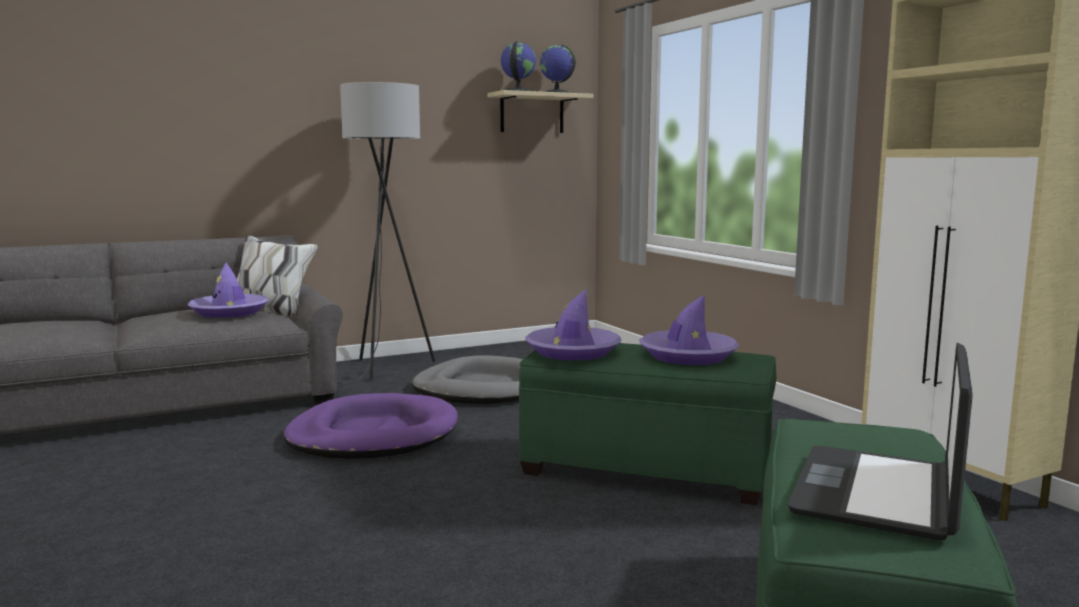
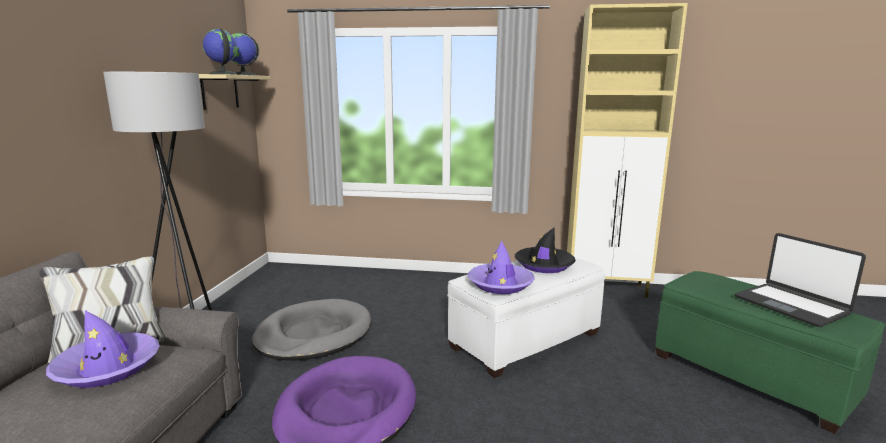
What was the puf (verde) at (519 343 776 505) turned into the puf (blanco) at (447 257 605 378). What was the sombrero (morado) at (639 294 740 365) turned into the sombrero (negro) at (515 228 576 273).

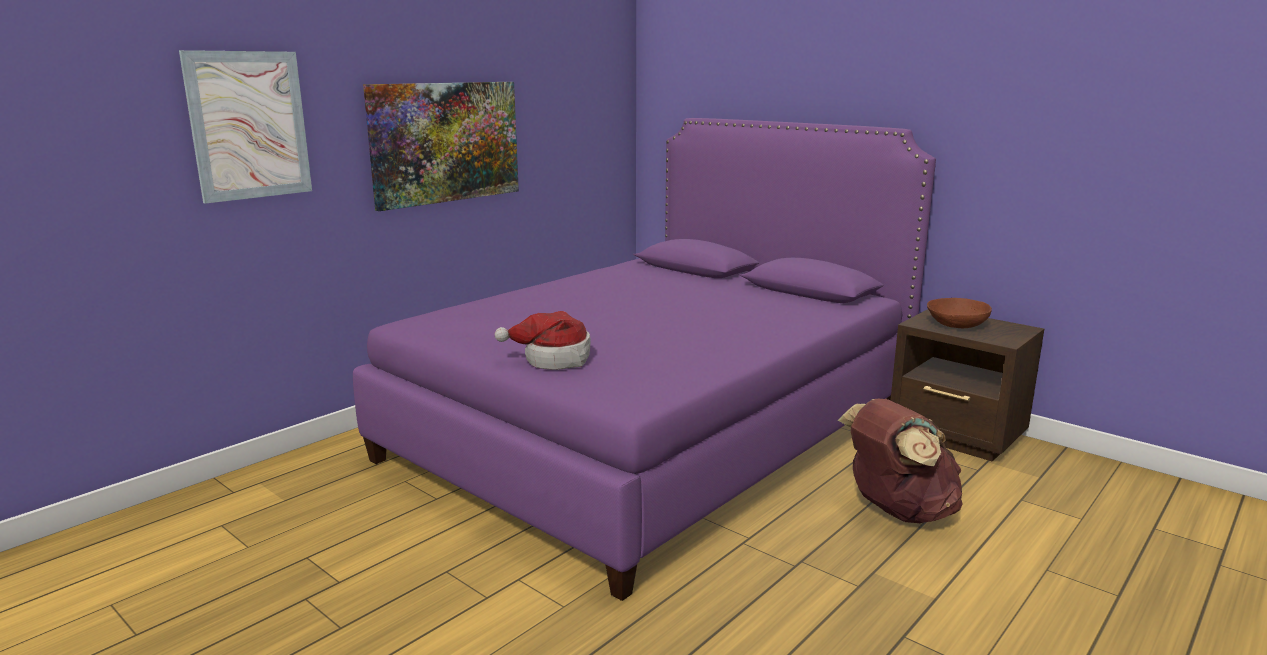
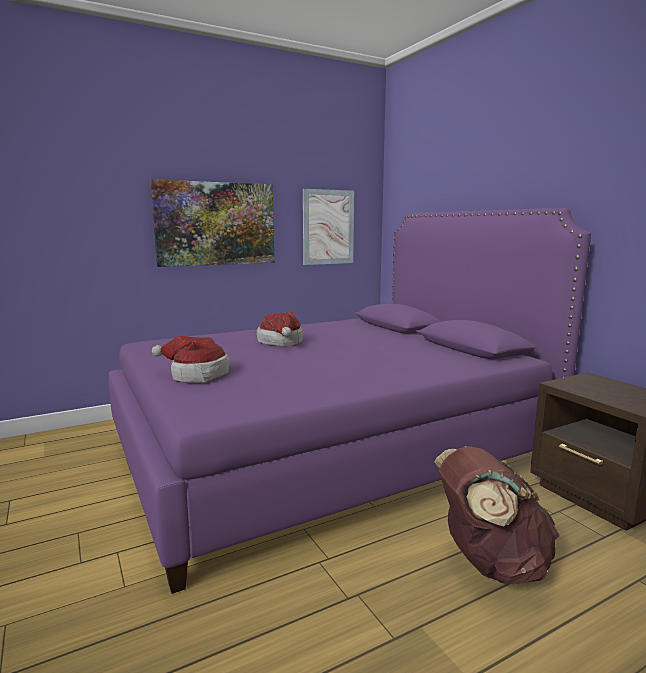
The cuadro ended up elsewhere, having gone from (179 50 312 204) to (303 189 354 265). The second view lost the cuenco (marrón) at (927 298 992 328). The second view gained the sombrero at (257 312 303 346).

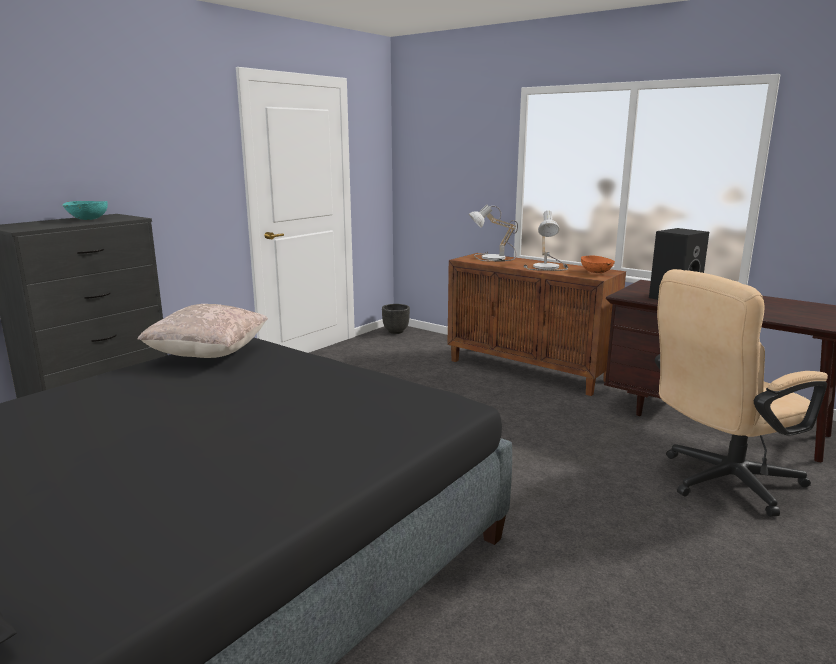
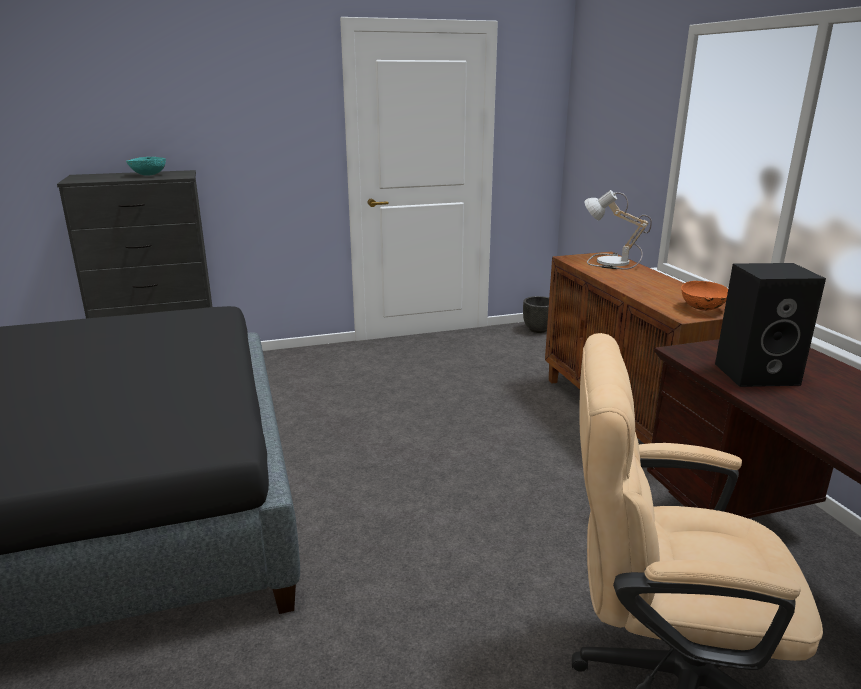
The second view lost the cojín (beis) at (137 304 268 358). The second view lost the lámpara de mesa at (524 211 568 271).

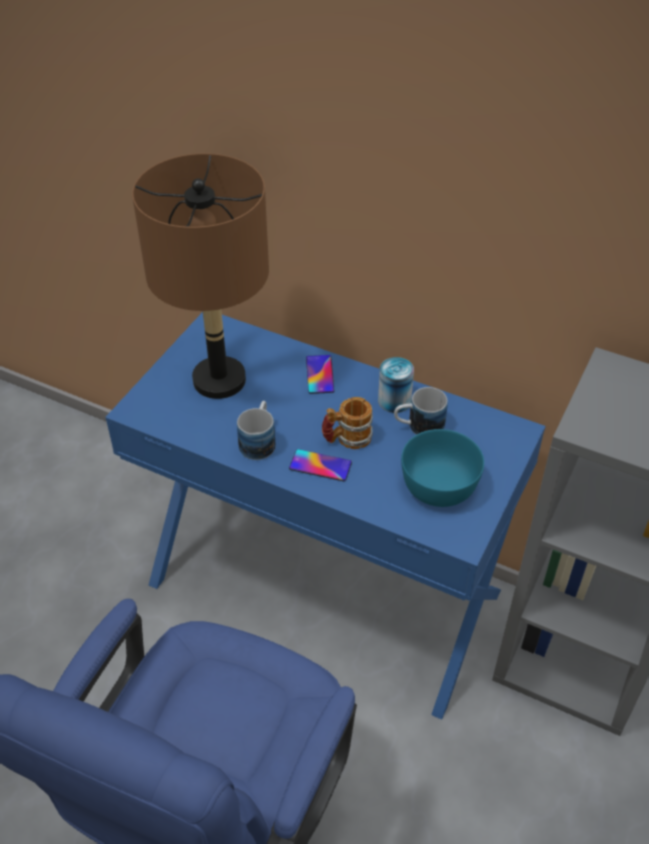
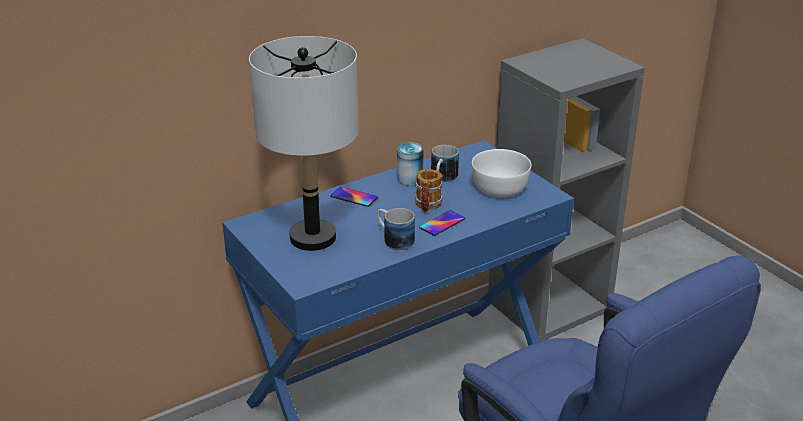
What was the lámpara de mesa (marrón) at (132 154 269 399) turned into the lámpara de mesa (gris) at (249 36 359 251). What was the cuenco (turquesa) at (401 429 484 507) turned into the cuenco (blanco) at (472 149 531 197).

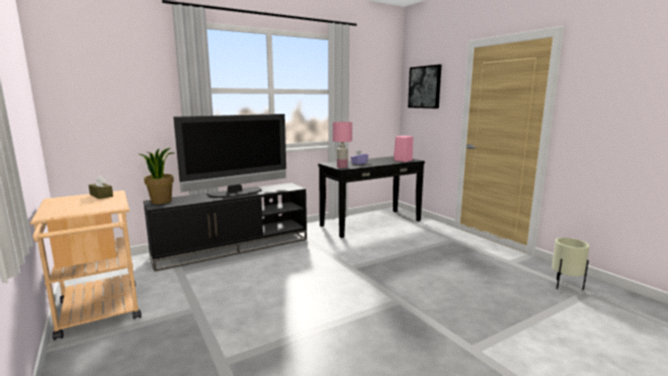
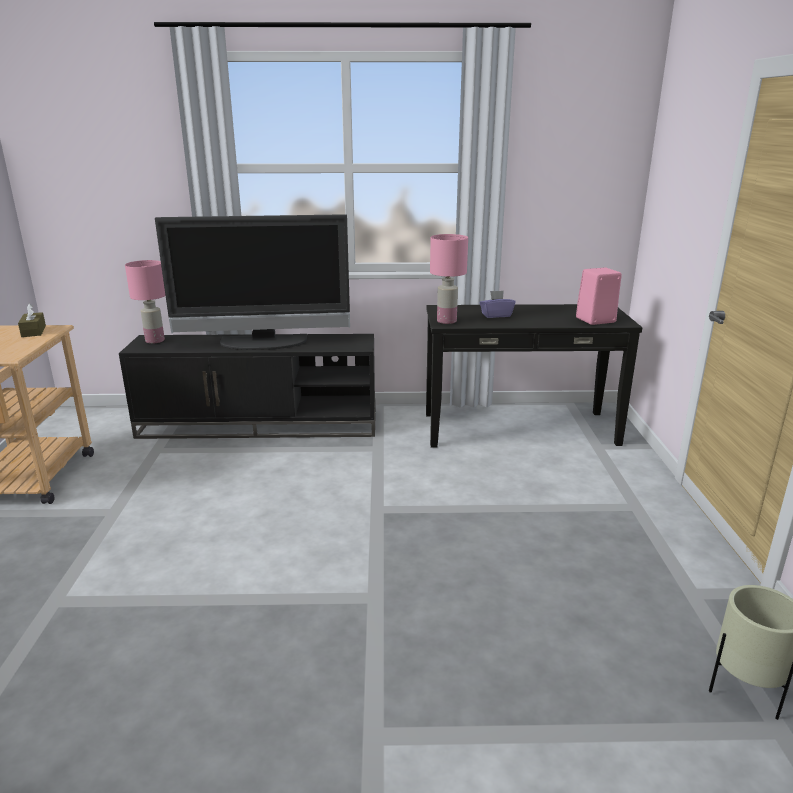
Where the planta en maceta stood at (139 148 175 204), the lámpara de mesa (rosa) came to stand at (125 260 166 344). The second view lost the cuadro at (408 64 441 108).

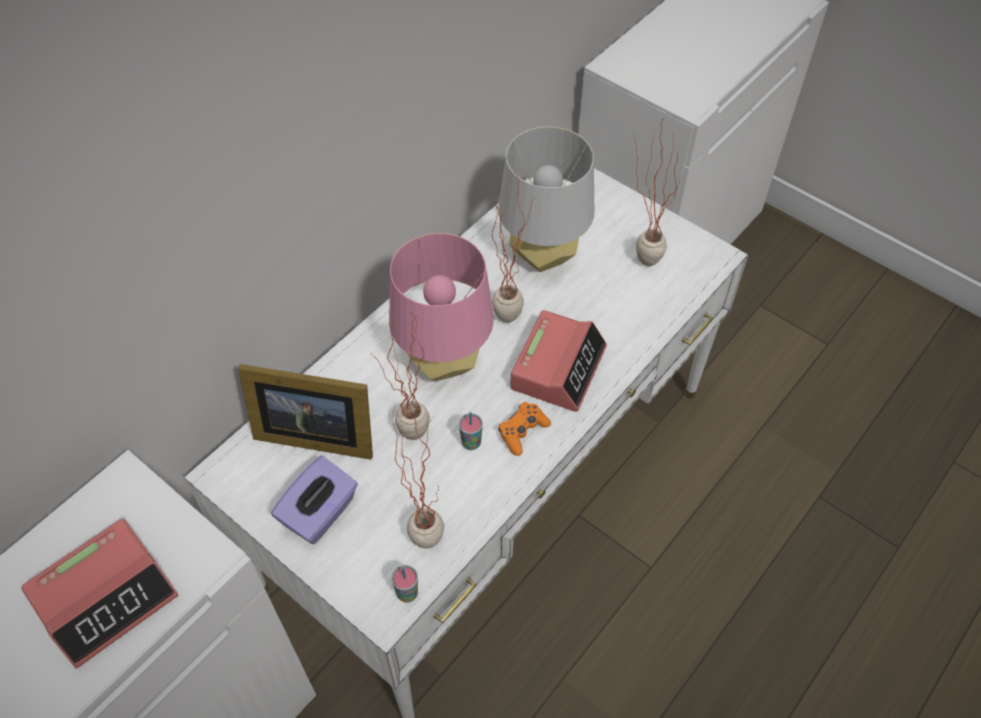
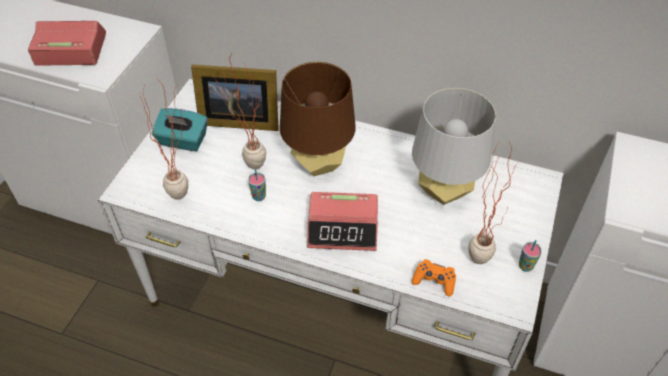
The despertador at (21 519 178 669) ended up facing another way, 150 degrees clockwise from before. The portarretratos at (238 364 373 460) ended up facing another way, 75 degrees counterclockwise from before. What was the caja de pañuelos (morado) at (271 456 358 544) turned into the caja de pañuelos (turquesa) at (151 108 208 151). What was the lámpara de mesa (rosa) at (389 233 494 381) turned into the lámpara de mesa (marrón) at (280 62 356 176). The taza ended up elsewhere, having gone from (391 565 418 603) to (519 240 542 272). The second view lost the planta en maceta at (492 169 538 323). The mando de consola (naranja) ended up elsewhere, having gone from (499 402 551 456) to (412 259 456 297).

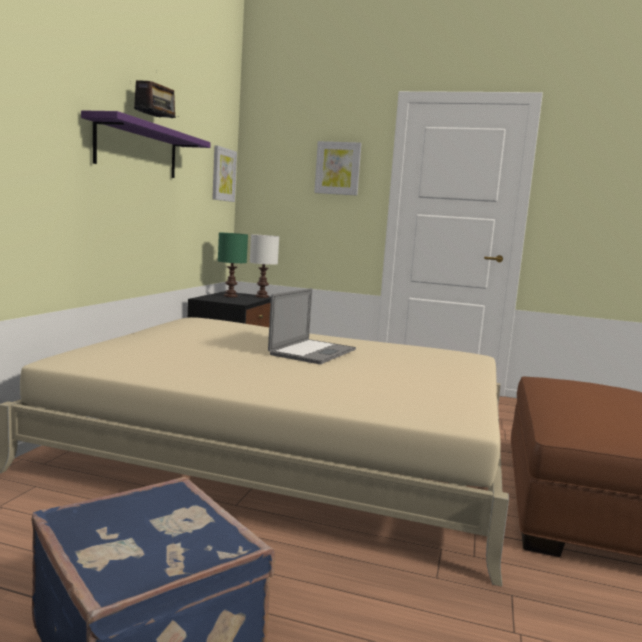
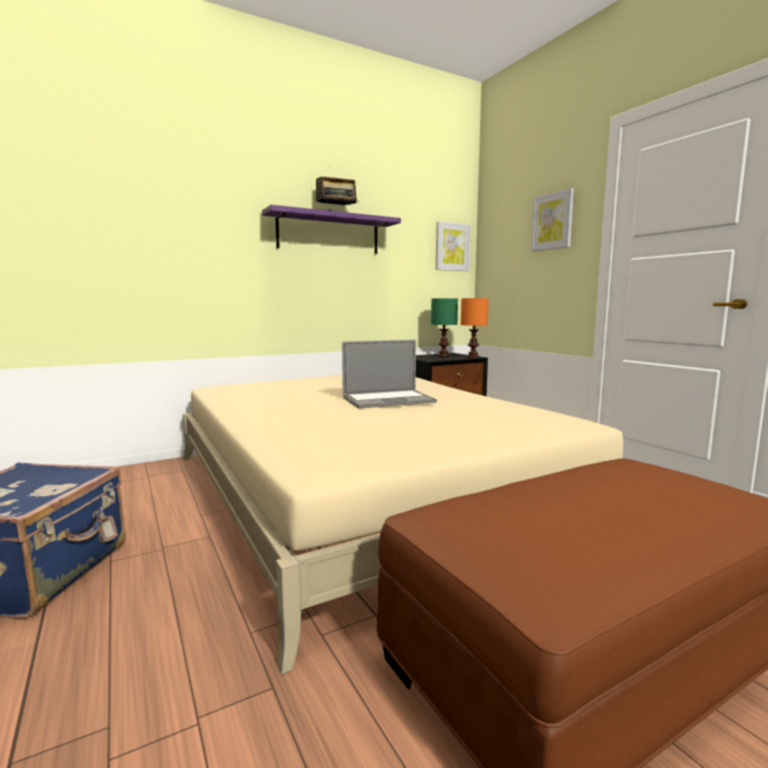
What was the lámpara de mesa (blanco) at (250 234 279 298) turned into the lámpara de mesa (naranja) at (461 298 489 358).

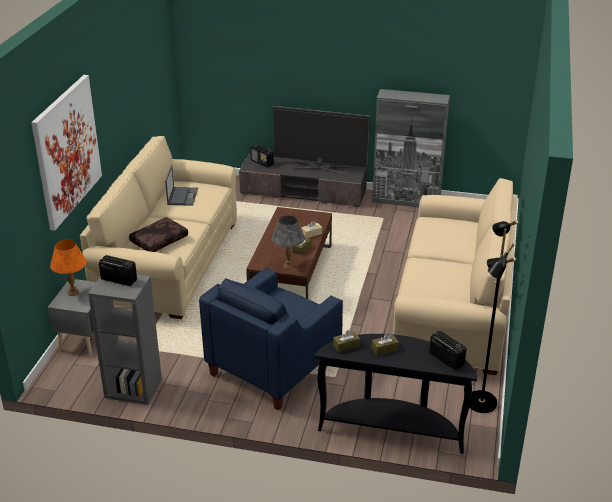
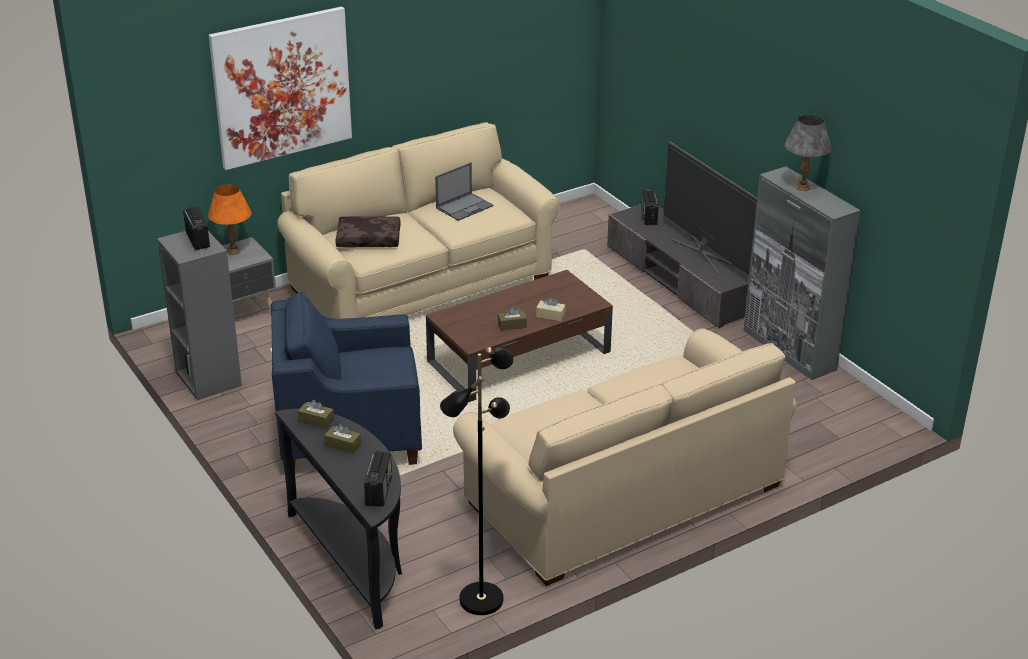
The lámpara de mesa (gris) ended up elsewhere, having gone from (272 215 305 269) to (784 114 831 191).

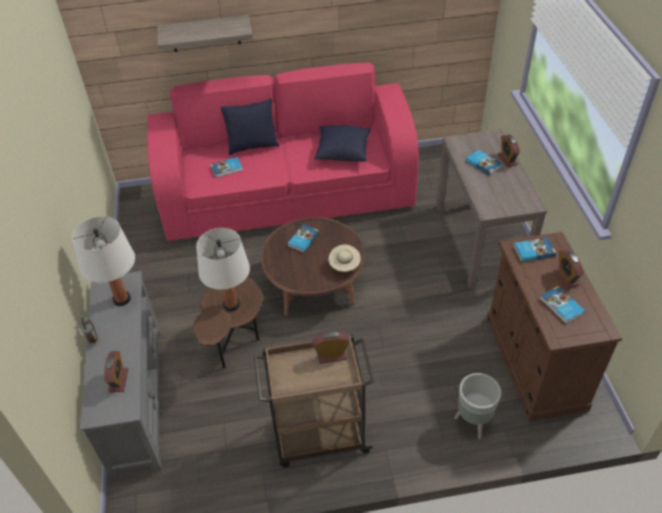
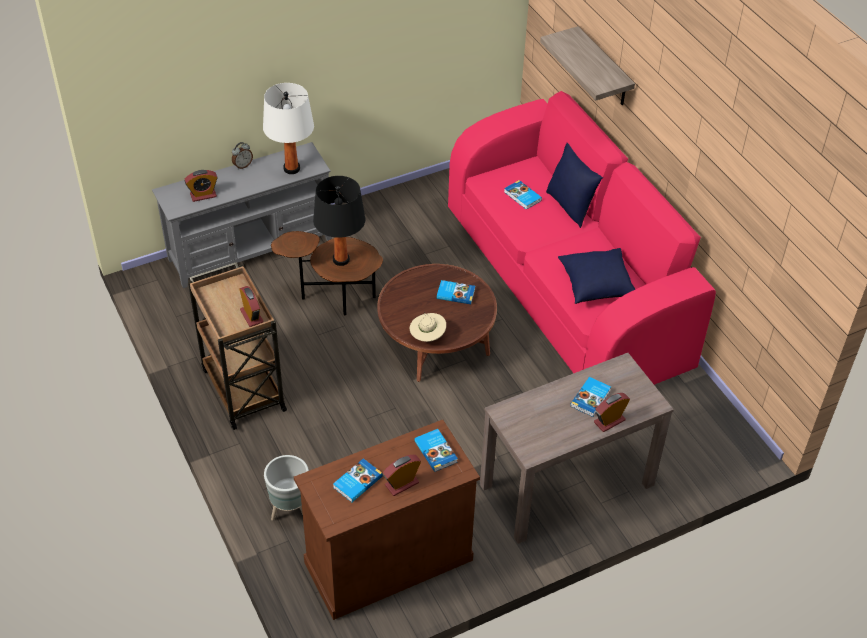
What was the lámpara de mesa (blanco) at (196 228 250 311) turned into the lámpara de mesa (negro) at (313 176 365 266).

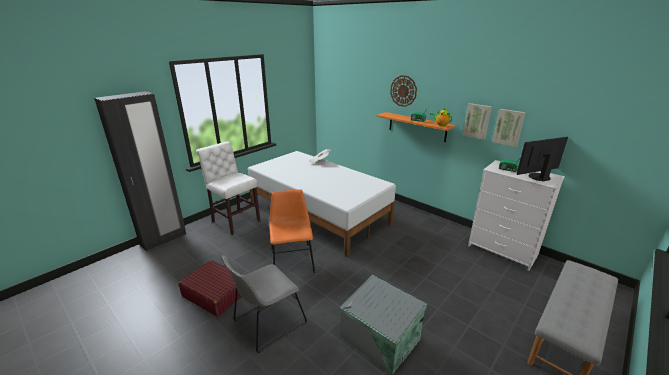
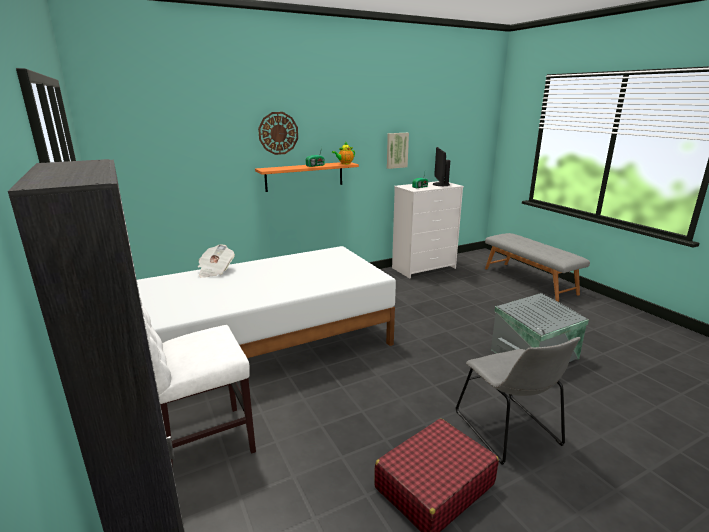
The second view lost the silla (naranja) at (269 189 315 273). The second view lost the cuadro at (463 103 492 140).

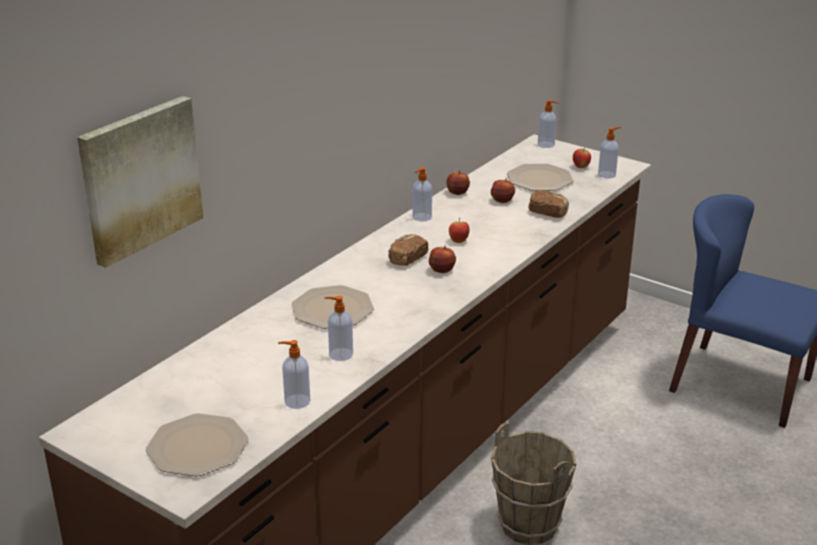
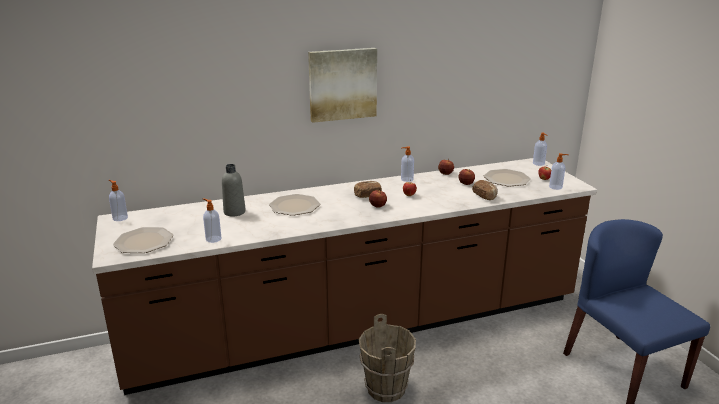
The cuadro ended up elsewhere, having gone from (77 96 203 268) to (308 48 377 123). The dispensador de jabón ended up elsewhere, having gone from (325 296 353 361) to (109 180 128 221). The second view gained the botella (gris) at (222 164 246 216).

